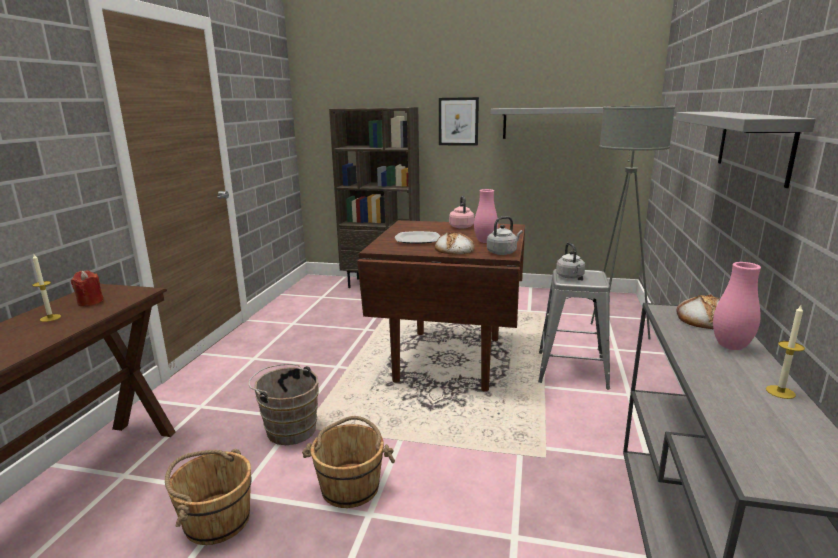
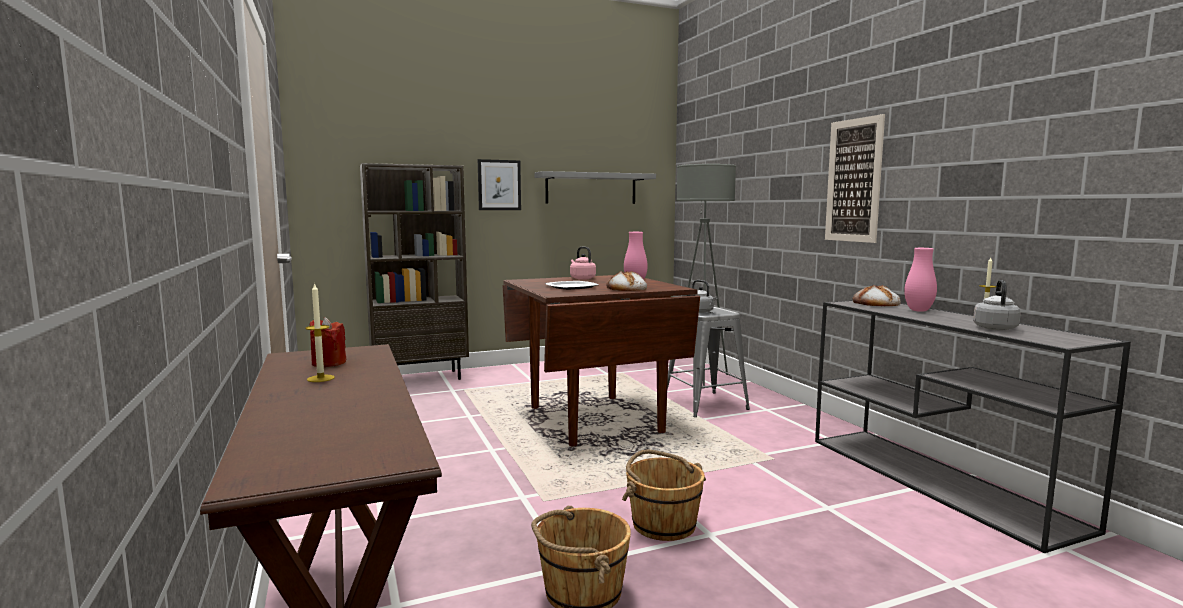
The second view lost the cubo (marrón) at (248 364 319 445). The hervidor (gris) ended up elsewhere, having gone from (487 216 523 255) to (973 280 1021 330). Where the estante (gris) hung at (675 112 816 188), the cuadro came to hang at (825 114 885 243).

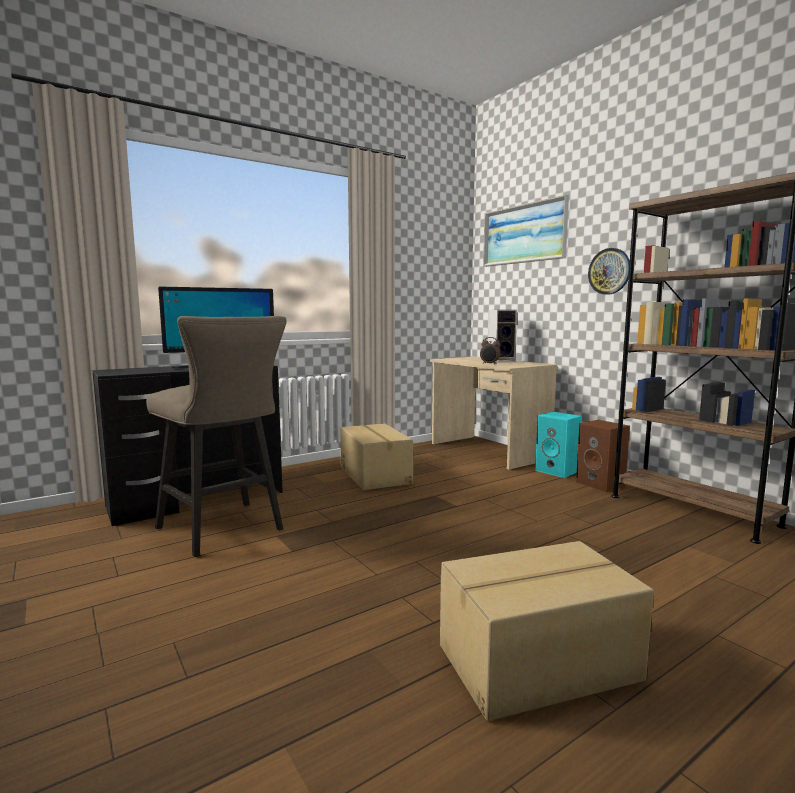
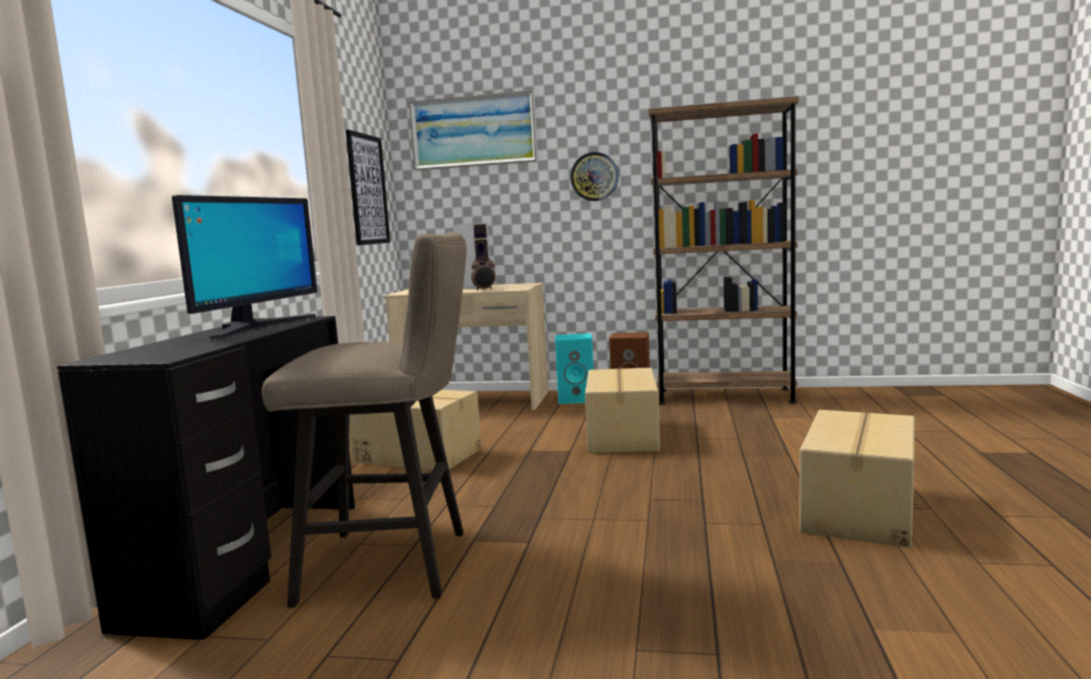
The second view gained the cuadro at (346 130 390 245). The second view gained the caja de cartón at (585 368 660 453).

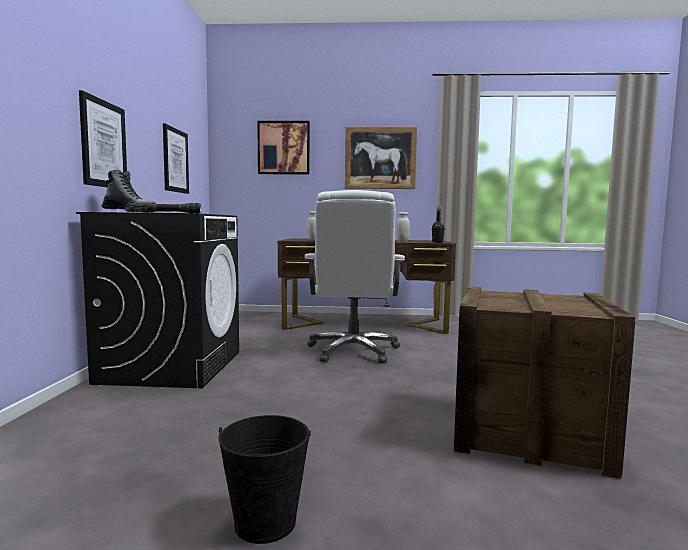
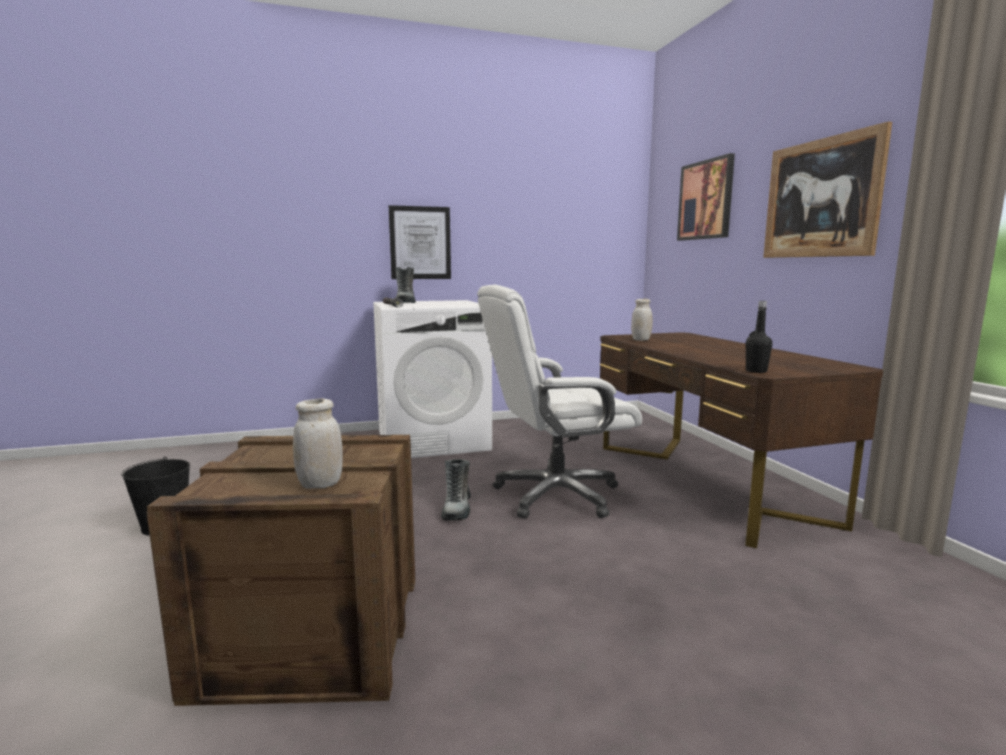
What was the lavadora (negro) at (76 212 239 388) turned into the lavadora (blanco) at (373 300 492 458). The second view lost the cuadro at (163 123 189 194). The tarro (blanco) ended up elsewhere, having gone from (396 212 410 242) to (293 398 343 489). The second view gained the bota at (441 459 471 520).

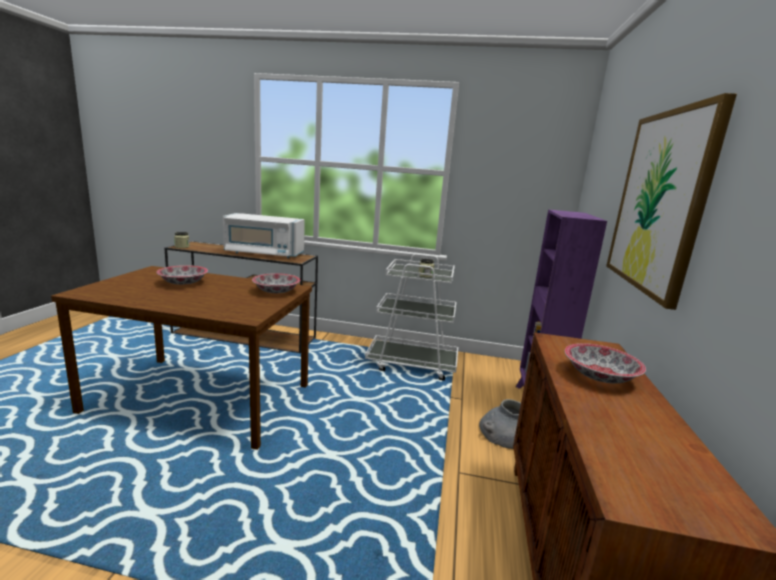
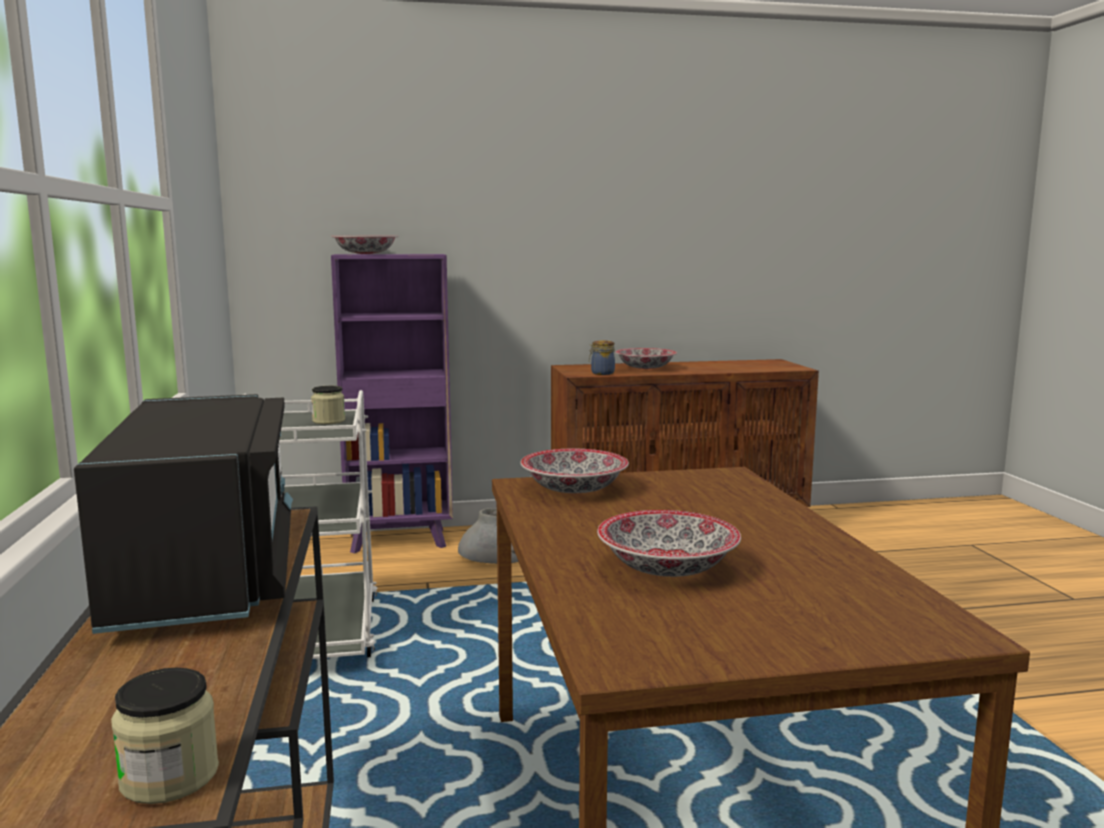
What was the microondas (blanco) at (223 213 305 258) turned into the microondas (negro) at (74 394 293 634). The second view lost the cuadro at (606 93 737 310). The second view gained the cuenco at (331 236 398 254). The second view gained the tarro at (589 340 615 375).

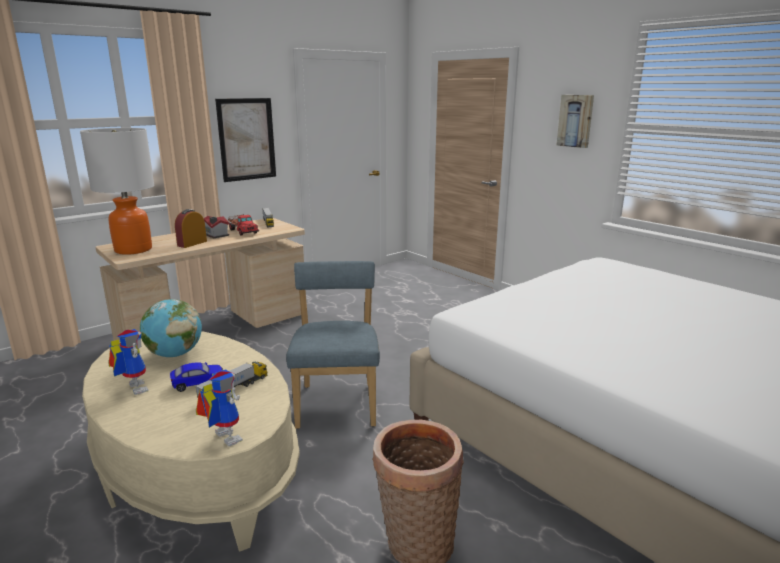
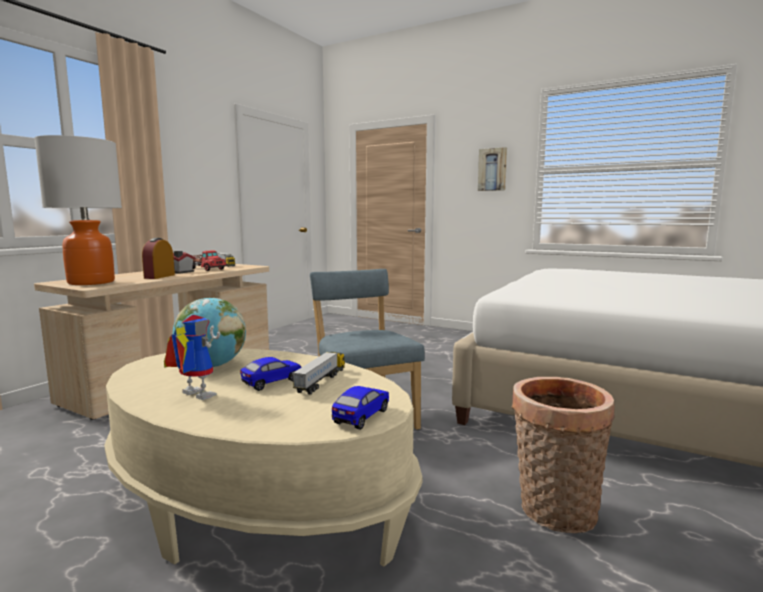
Where the robot de juguete stood at (196 369 243 447), the coche de juguete came to stand at (332 386 389 430). The second view lost the cuadro at (215 98 276 182).

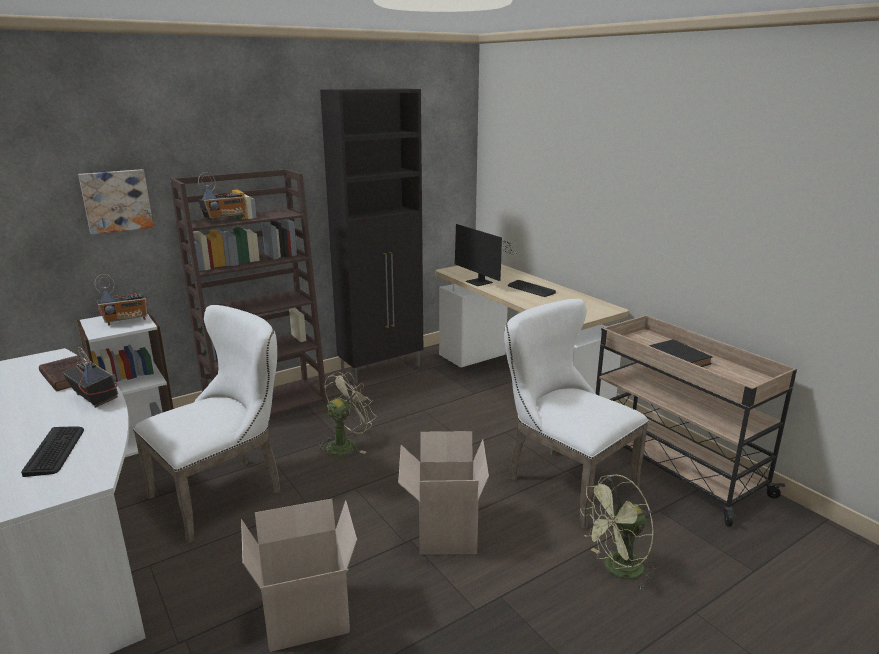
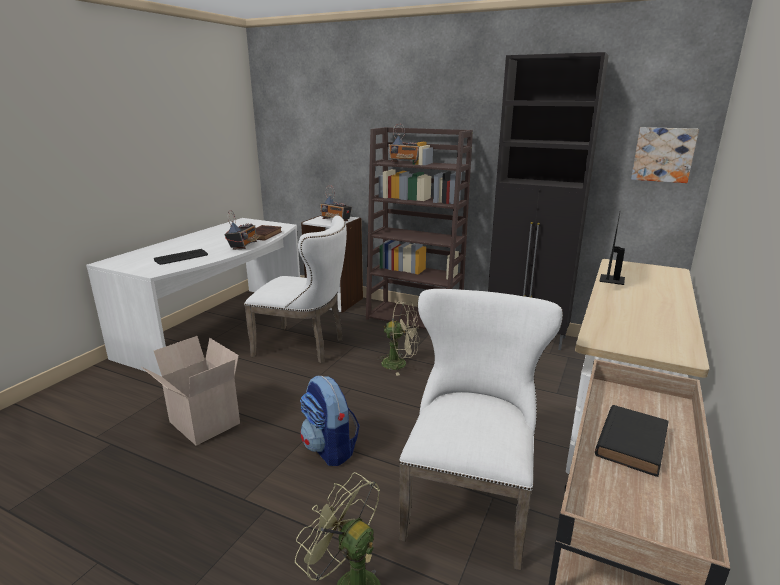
The cuadro ended up elsewhere, having gone from (78 169 153 235) to (631 127 699 183). Where the caja de cartón stood at (398 431 489 555), the mochila came to stand at (300 376 360 466). The second view lost the teclado at (508 280 556 297).

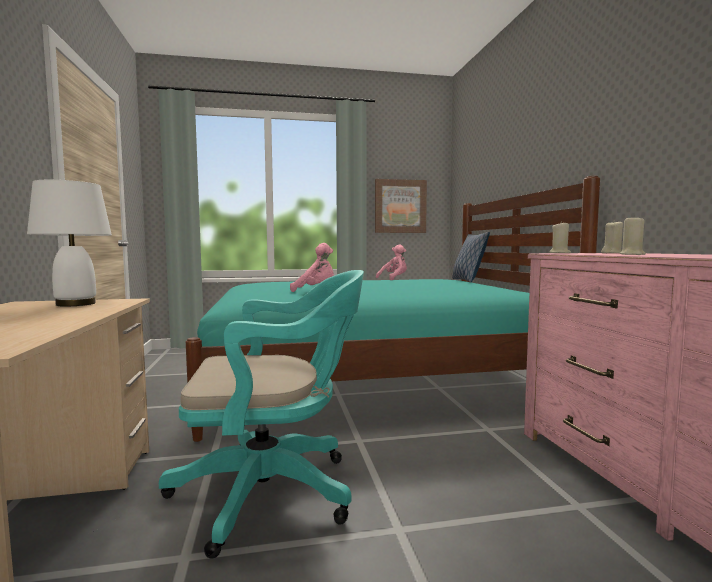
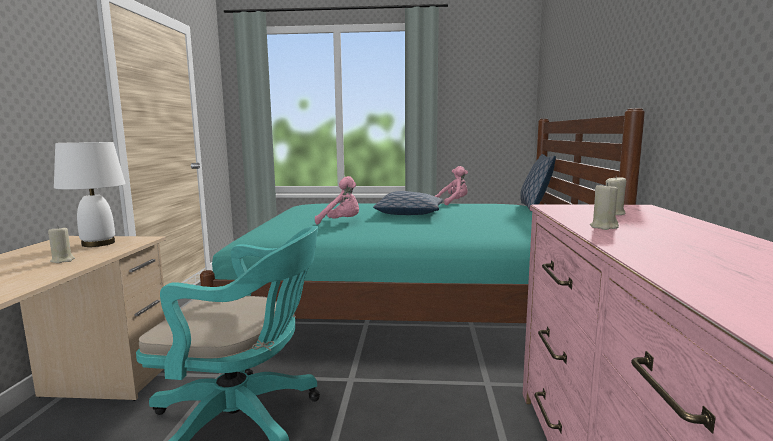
The second view lost the cuadro at (375 179 427 233). The vela (beis) ended up elsewhere, having gone from (549 221 571 253) to (48 228 75 263). The second view gained the cojín at (373 191 443 215).

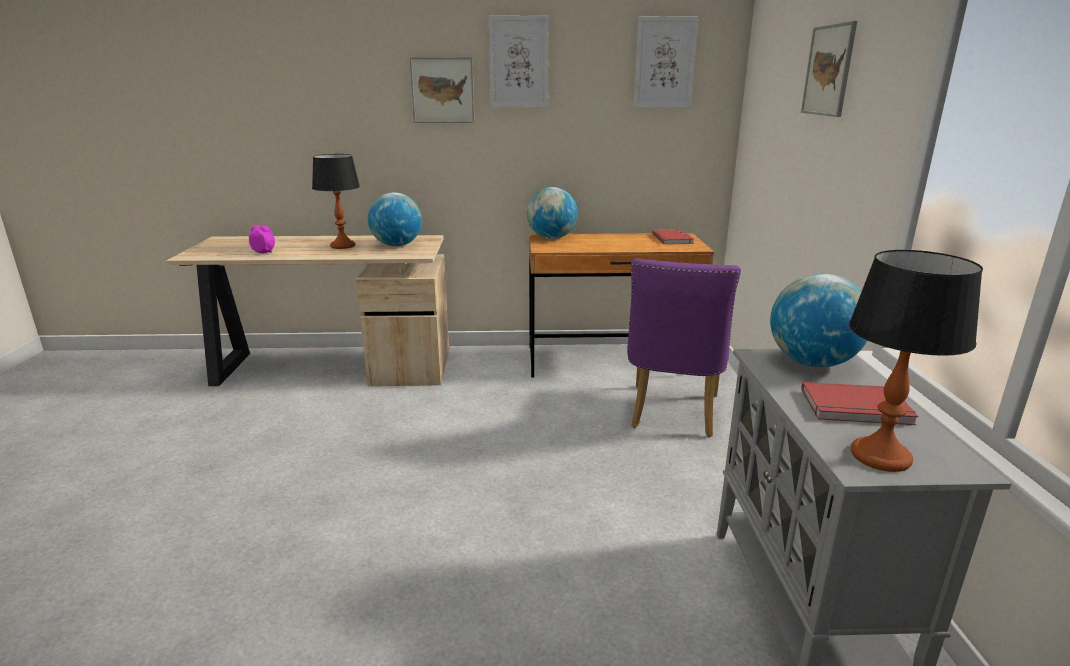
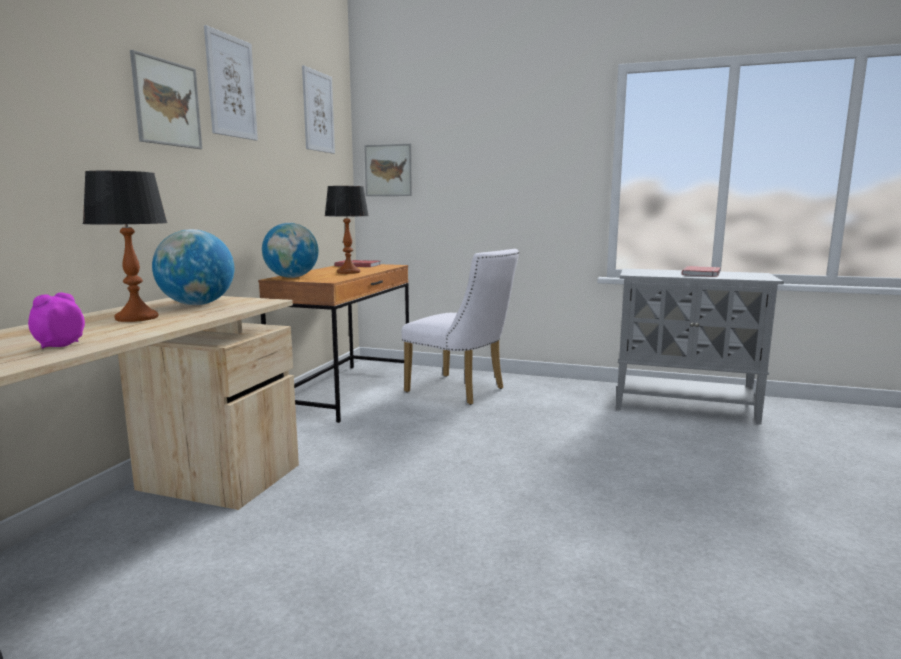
What was the silla (morado) at (627 259 741 437) turned into the silla (blanco) at (401 249 519 405). The second view lost the globo terráqueo at (770 274 868 367). The cuadro ended up elsewhere, having gone from (801 21 857 117) to (364 144 412 196). The lámpara de mesa ended up elsewhere, having gone from (849 250 983 472) to (325 186 369 274).

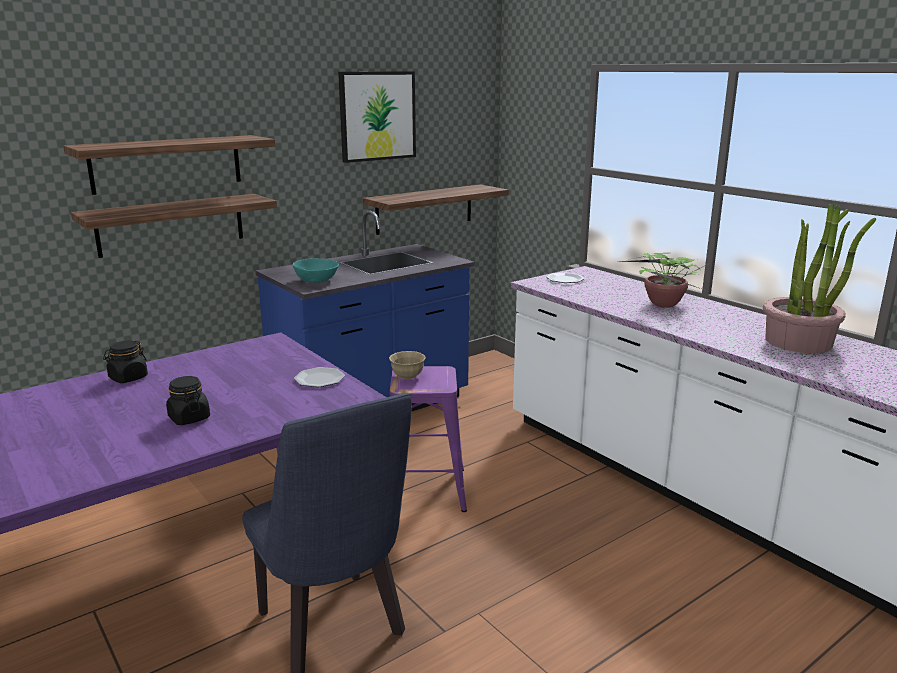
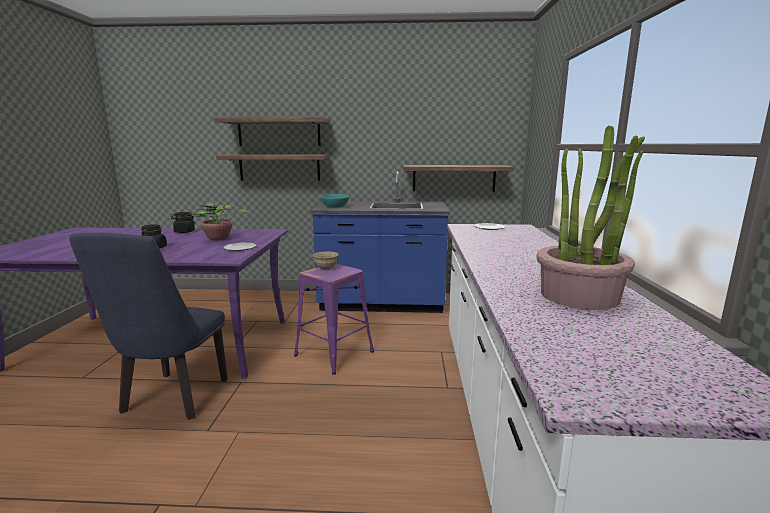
The second view lost the cuadro at (338 71 416 163). The planta en maceta ended up elsewhere, having gone from (615 253 710 308) to (179 202 247 241).

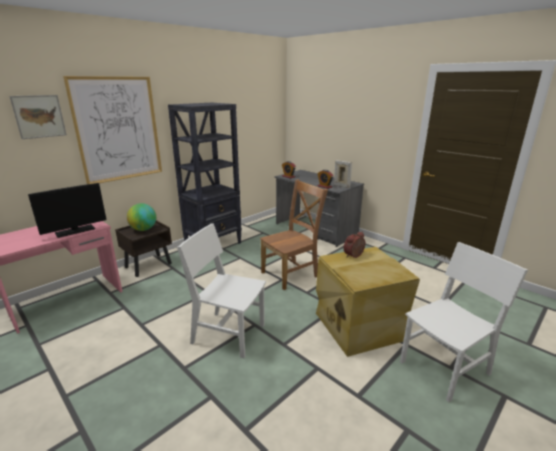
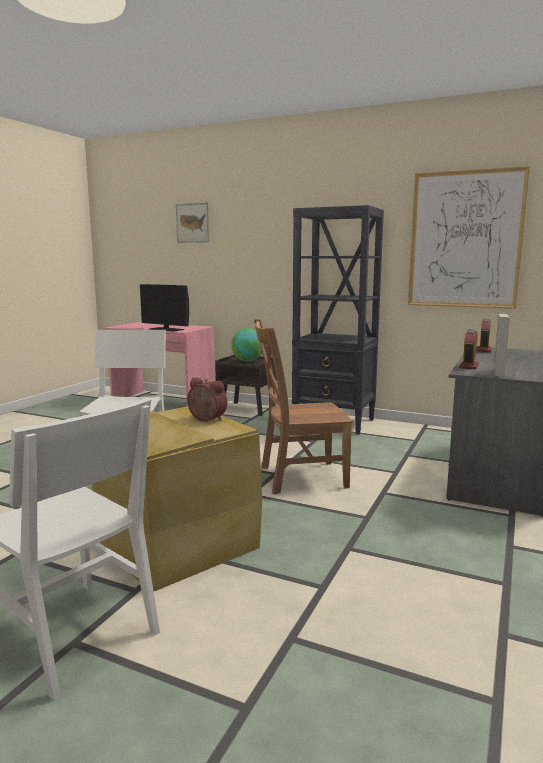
The cuadro ended up elsewhere, having gone from (63 76 162 184) to (408 166 530 309). The silla (marrón) at (260 179 328 290) ended up facing another way, 135 degrees clockwise from before.

